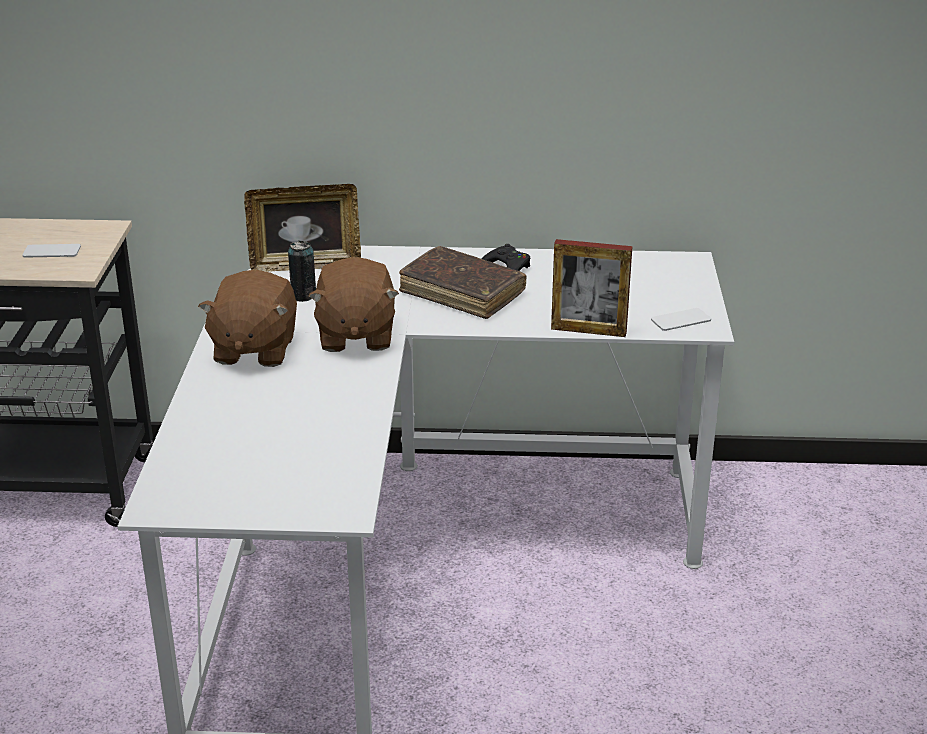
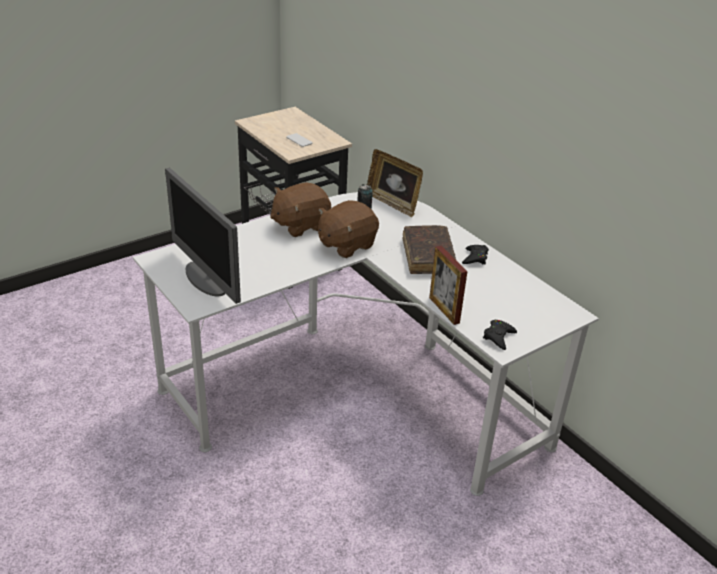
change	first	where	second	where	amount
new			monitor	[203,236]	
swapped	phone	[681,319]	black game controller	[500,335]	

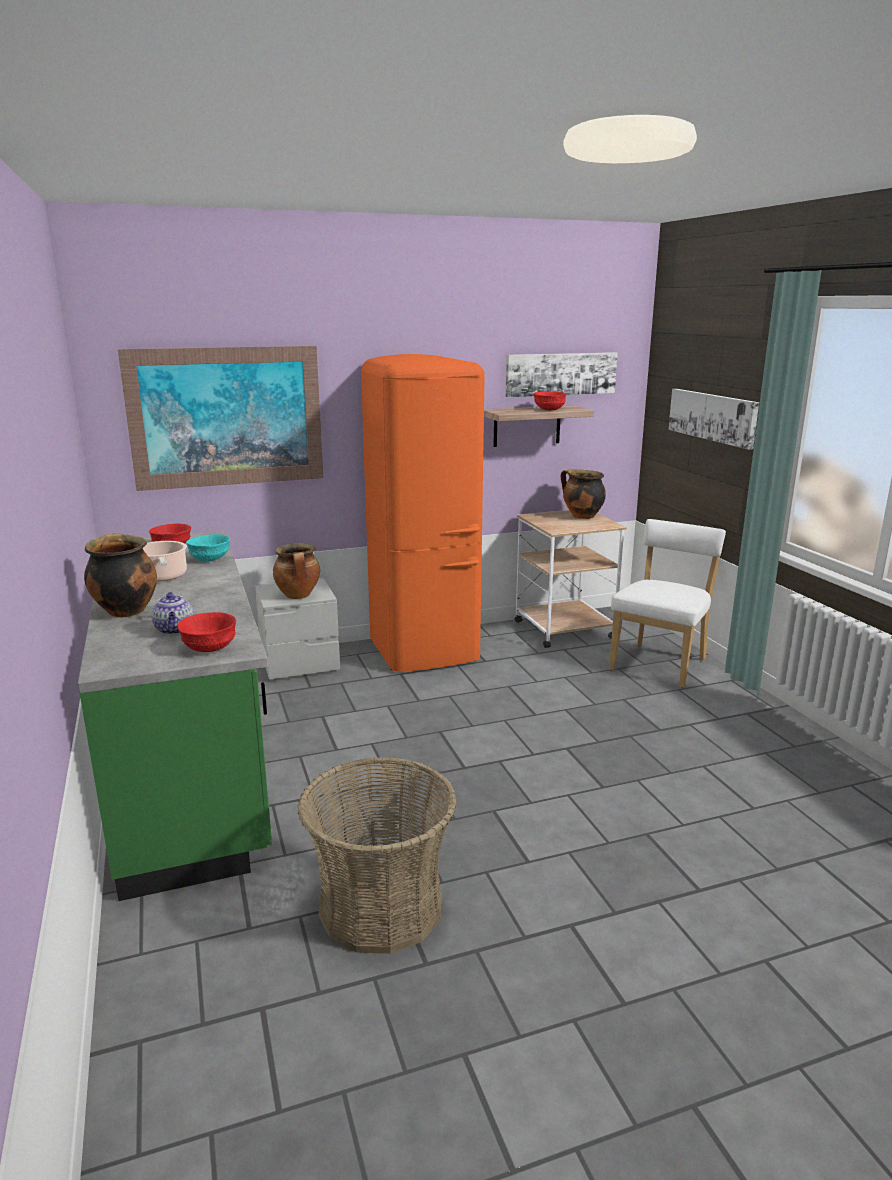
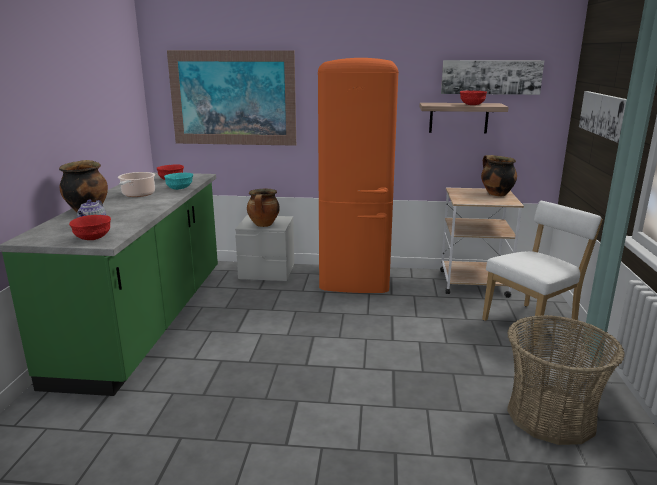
change	first	where	second	where	amount
shifted	basket	[377,855]		[566,380]	

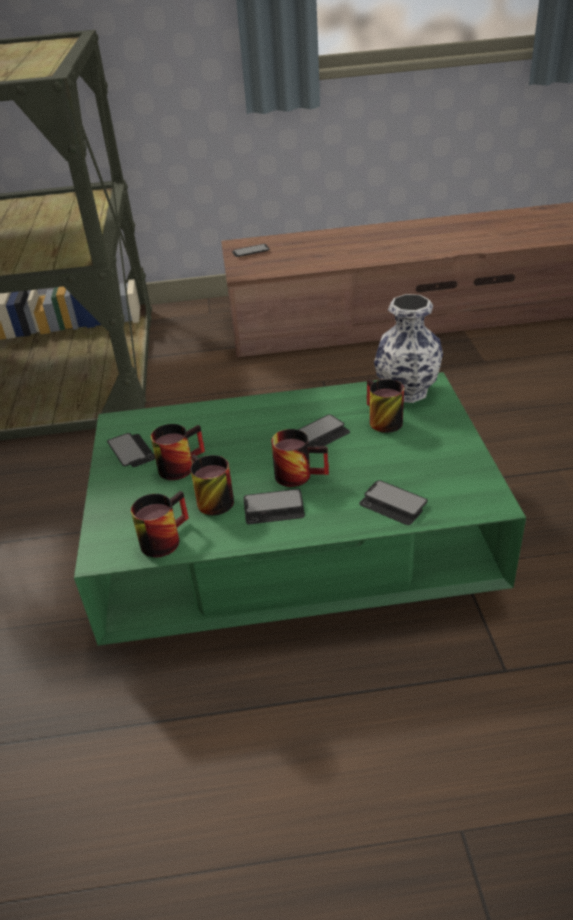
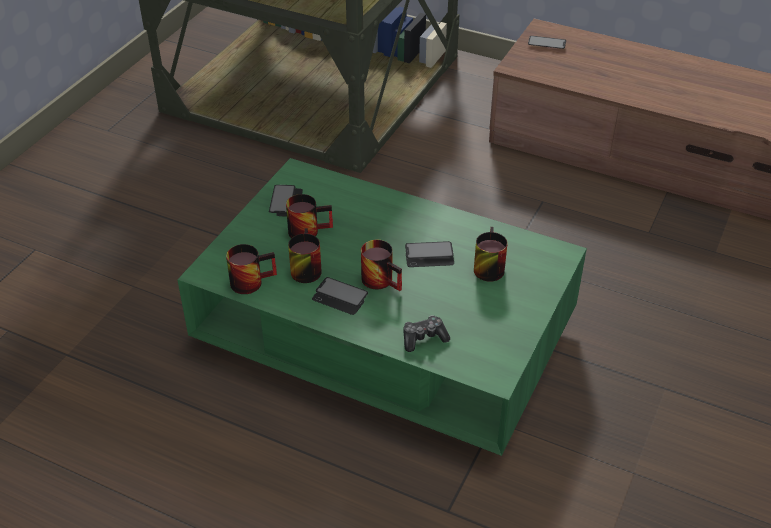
change	first	where	second	where	amount
gone	vase	[408,348]			
swapped	phone	[393,502]	game controller	[427,333]	

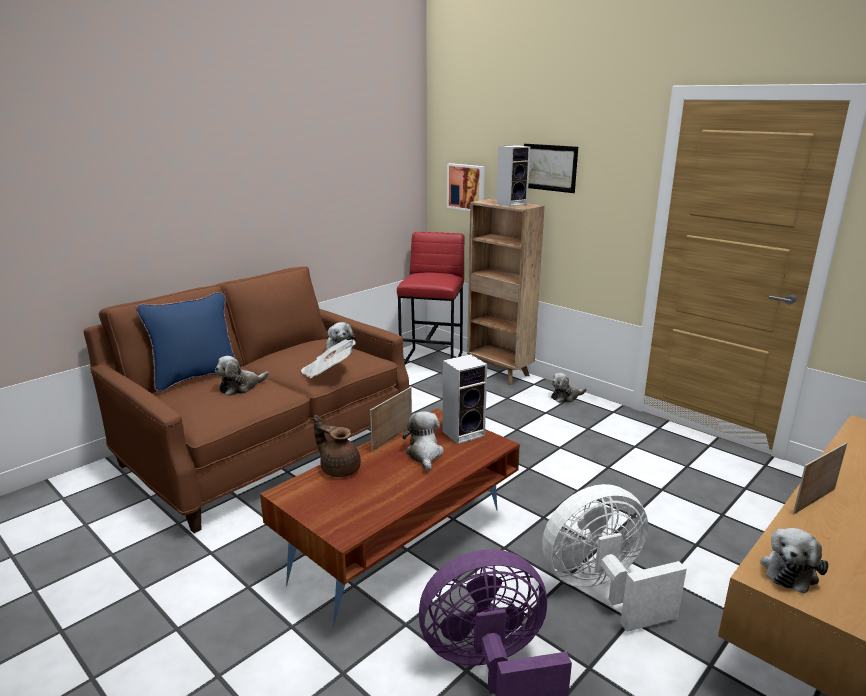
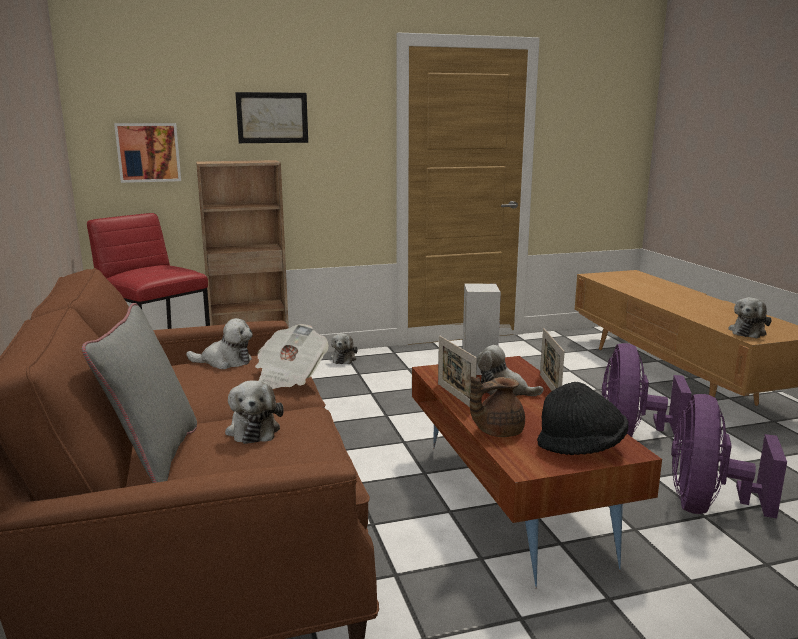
change	first	where	second	where	amount
gone	speaker	[513,176]			
new			black hat	[582,418]	
shifted	picture frame	[820,478]		[552,359]	
repainted	blue pillow	[188,342]	grey pillow	[139,393]	
repainted	white fan	[614,558]	purple fan	[647,391]	
rotated	plush toy	[794,560]		[750,318]	60 degrees clockwise

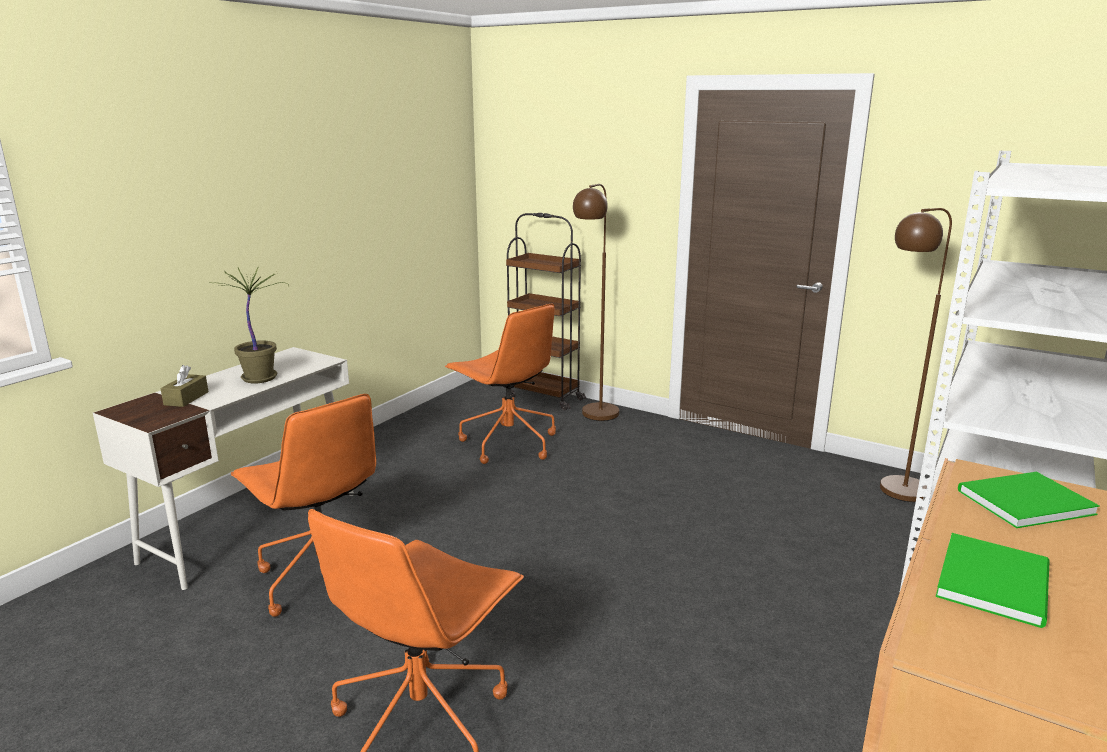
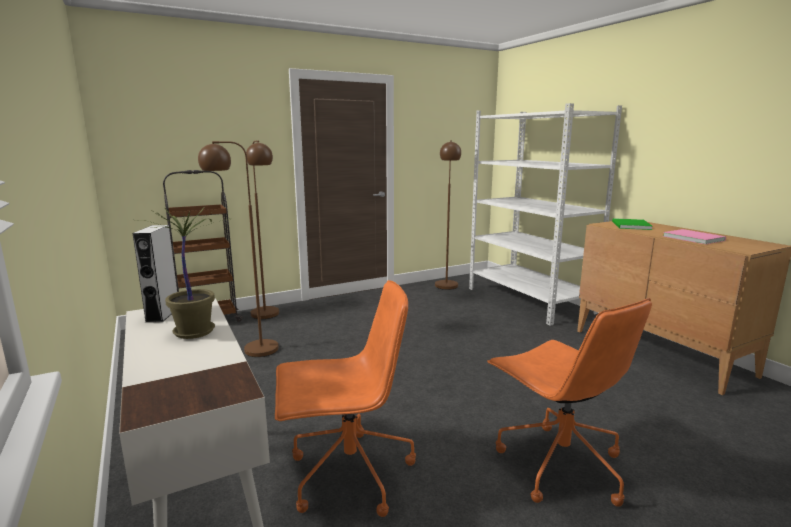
change	first	where	second	where	amount
gone	brown tissue box	[184,386]			
new			grey speaker	[154,274]	
swapped	orange office chair	[500,384]	brown floor lamp	[238,249]	
repainted	green book	[993,580]	pink book	[694,236]	

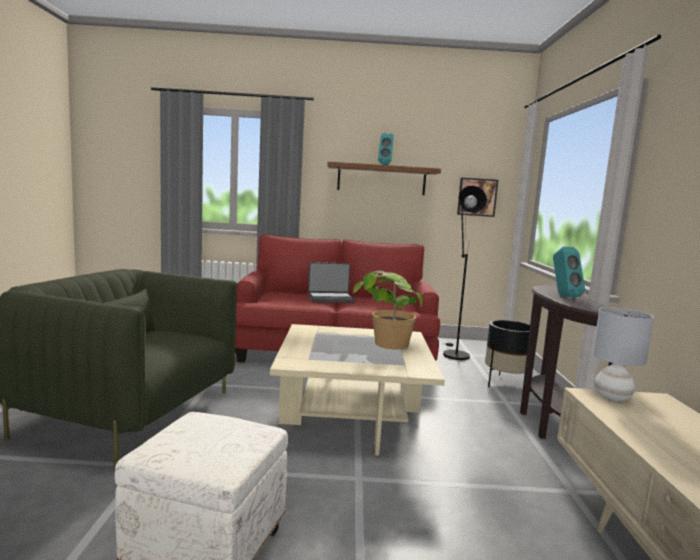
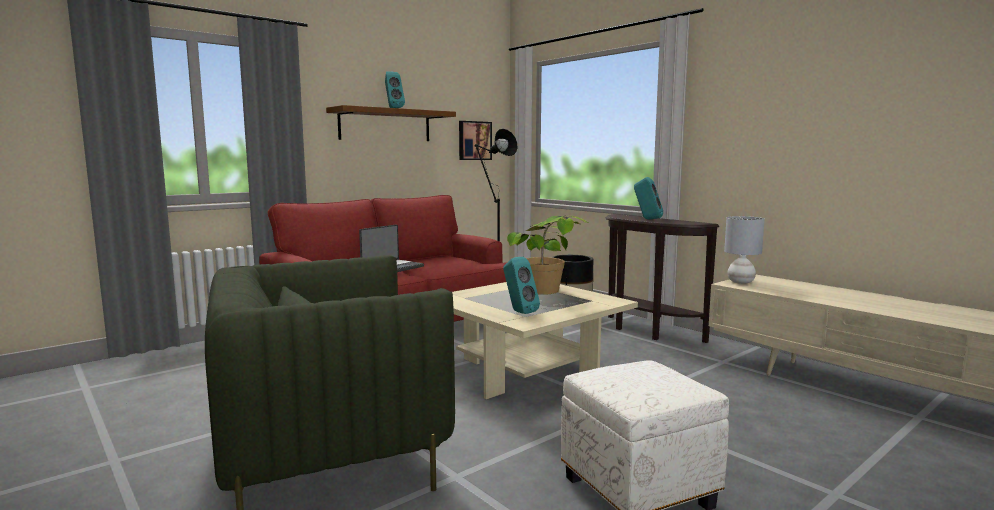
change	first	where	second	where	amount
new			turquoise speaker	[521,285]	

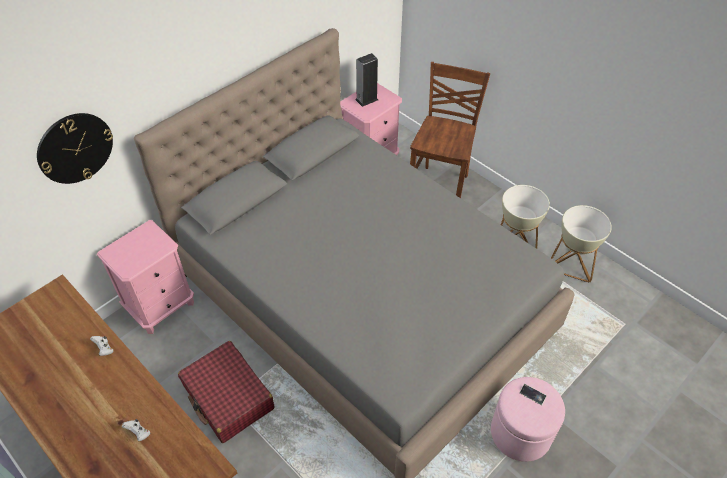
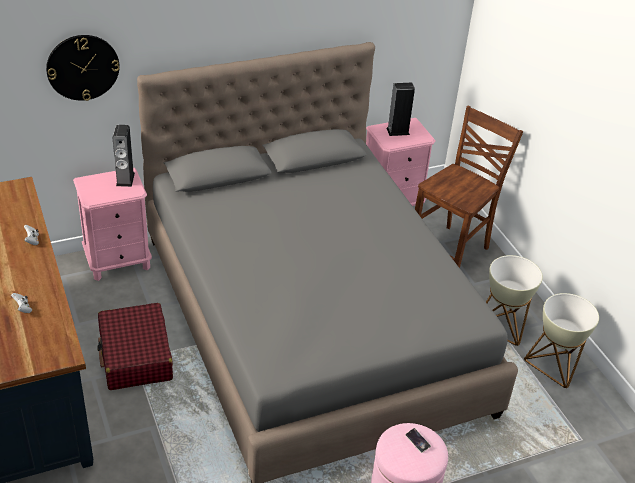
change	first	where	second	where	amount
new			speaker	[124,156]	

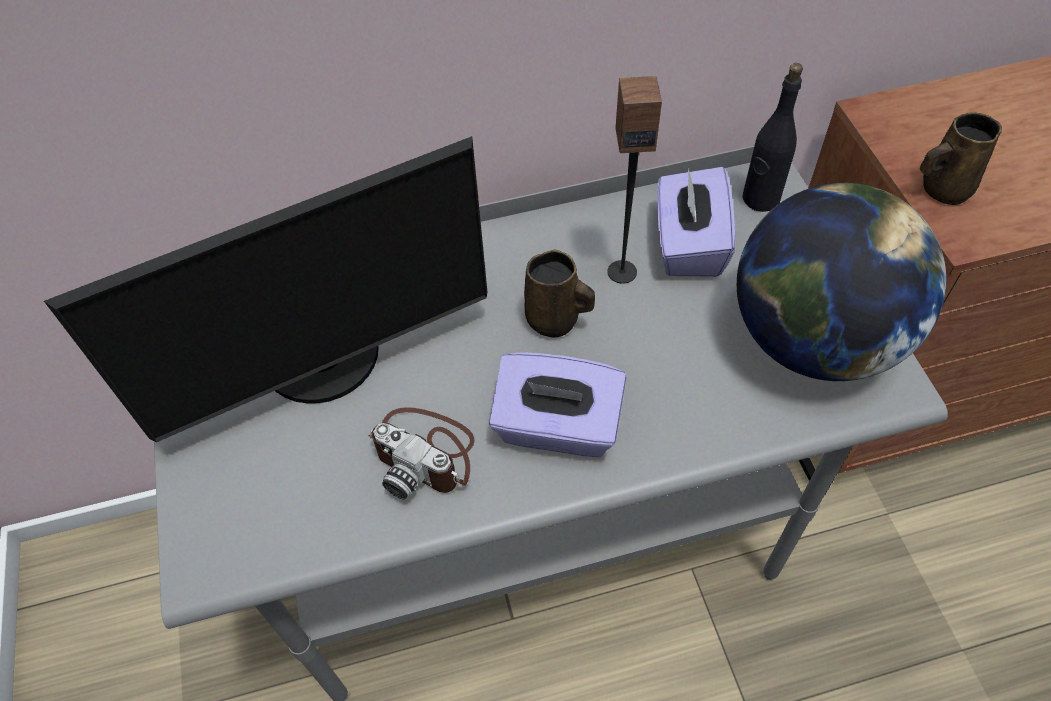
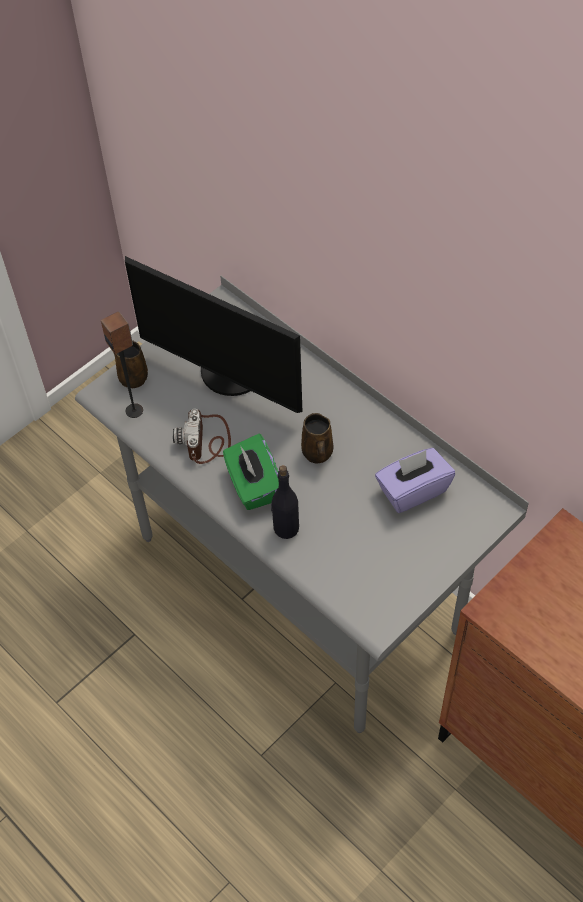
change	first	where	second	where	amount
gone	globe	[841,282]			
shifted	speaker	[634,179]		[122,365]	
shifted	black bottle	[773,137]		[285,502]	
shifted	brown mug	[961,158]		[131,364]	
repainted	purple tissue box	[557,404]	green tissue box	[251,472]	

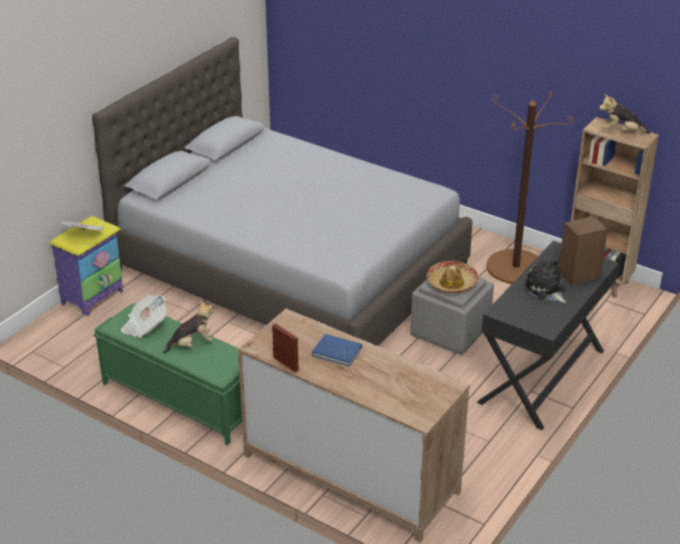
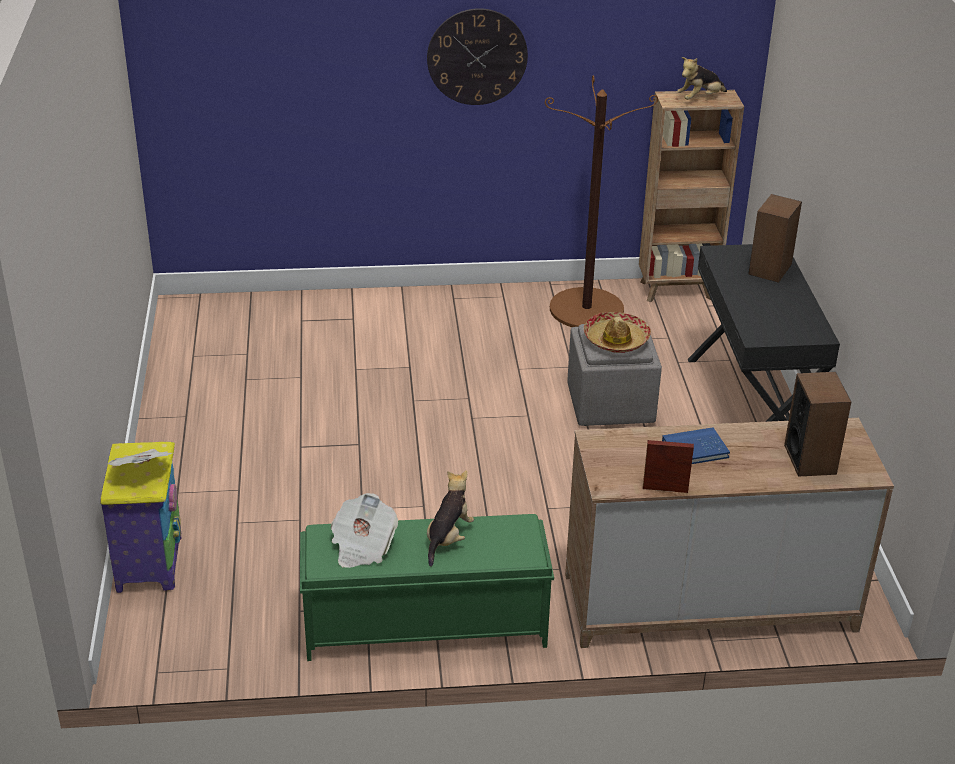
change	first	where	second	where	amount
gone	grey bed	[282,191]			
gone	plush toy	[545,280]			
new			wall clock	[477,56]	
new			speaker	[817,424]	

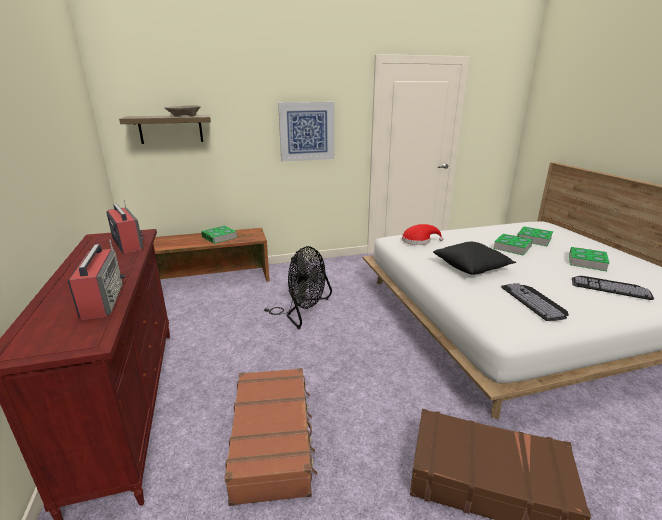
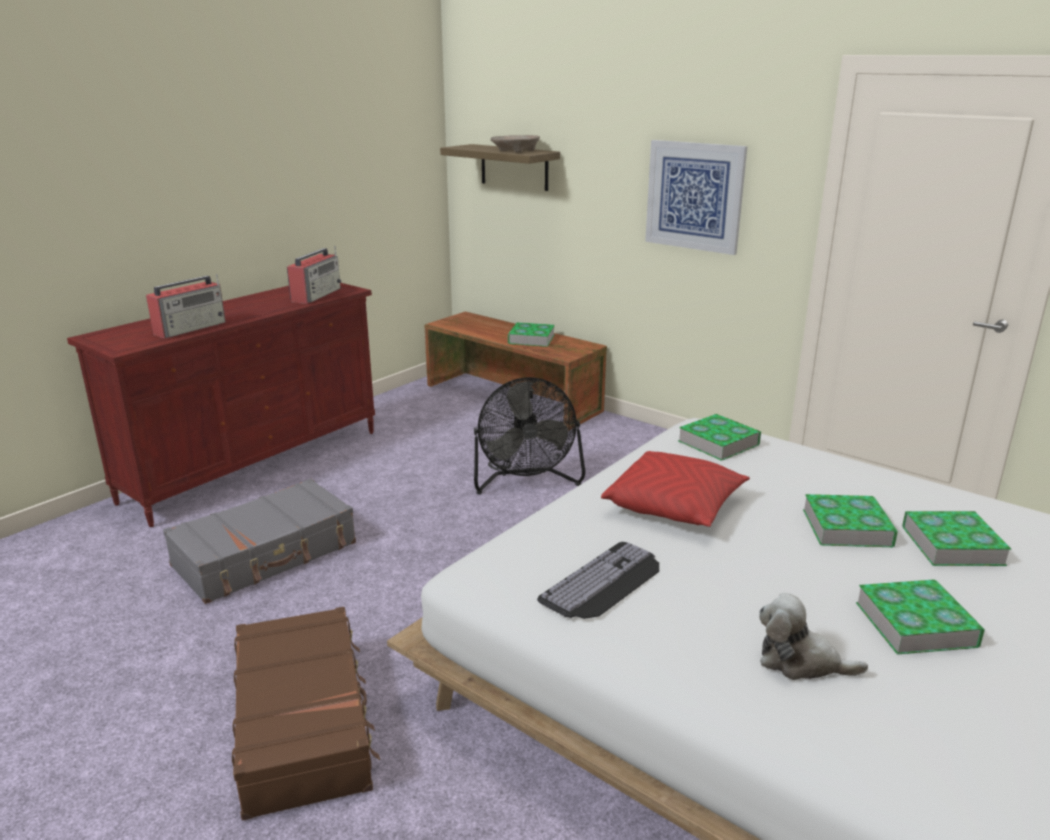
change	first	where	second	where	amount
swapped	red hat	[422,234]	book	[719,437]	
swapped	keyboard	[613,288]	plush toy	[813,636]	
repainted	brown suitcase	[271,437]	grey suitcase	[259,541]	
repainted	black pillow	[474,258]	red pillow	[675,489]	

